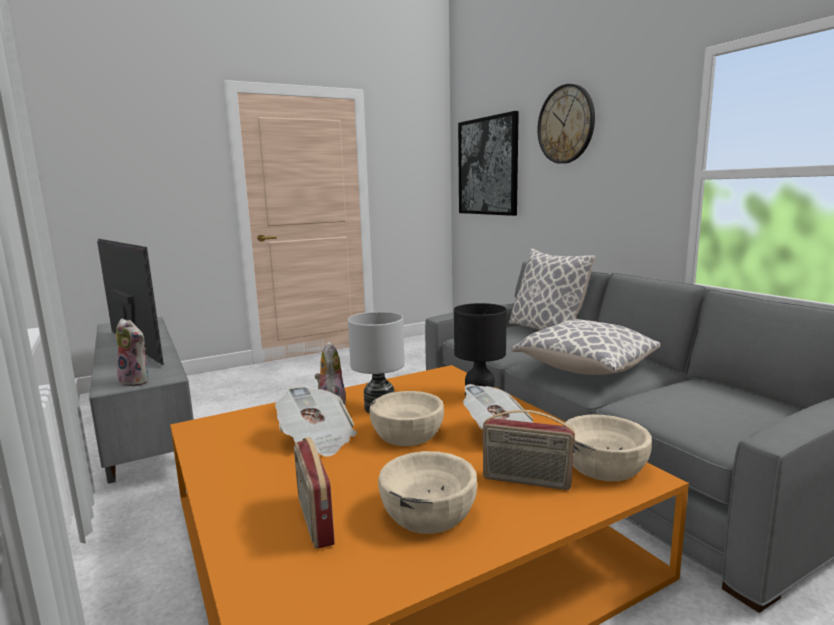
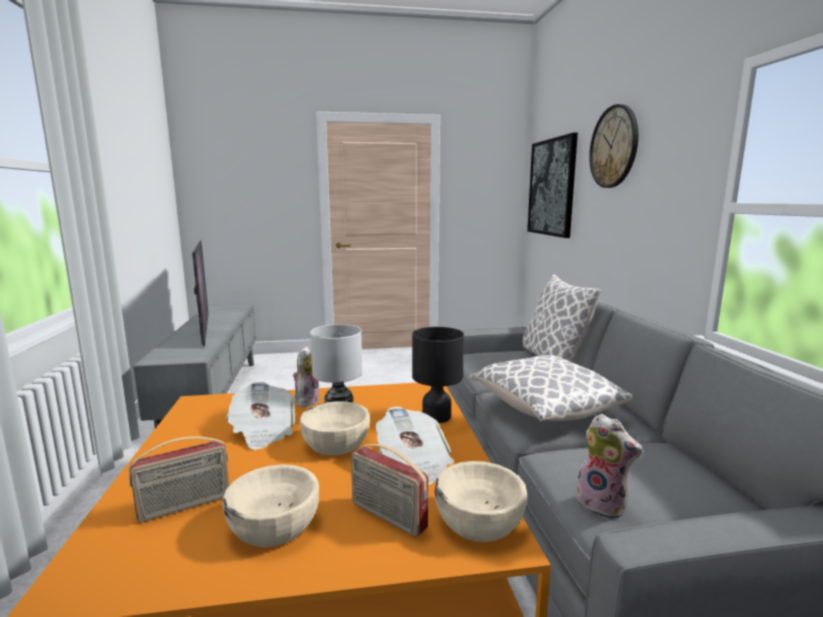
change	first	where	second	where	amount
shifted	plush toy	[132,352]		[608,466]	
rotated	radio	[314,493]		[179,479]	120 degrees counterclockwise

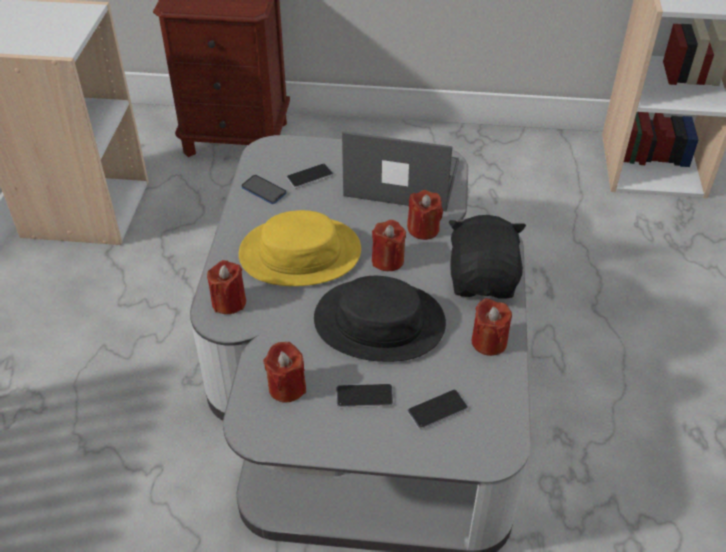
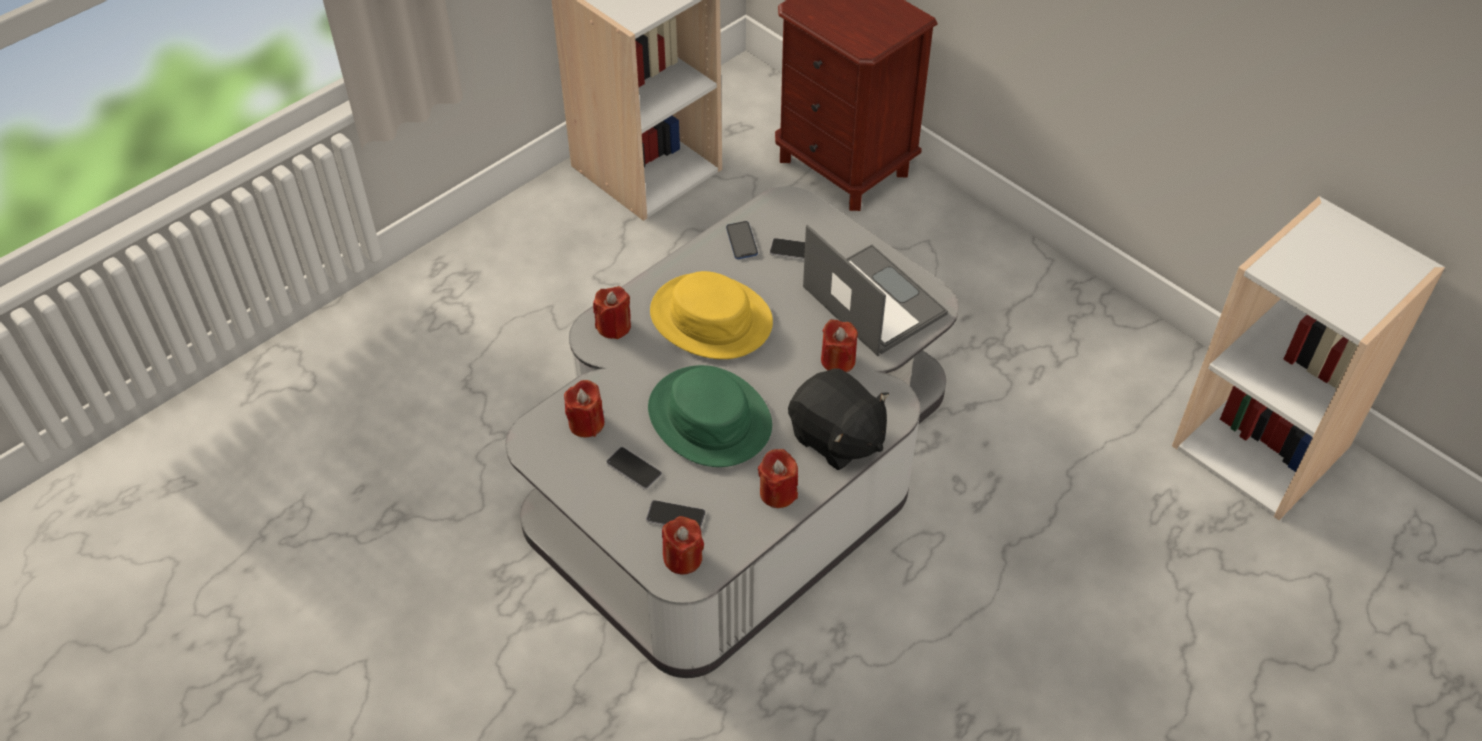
change	first	where	second	where	amount
shifted	red candle	[389,245]		[683,545]	
repainted	black hat	[380,319]	green hat	[710,416]	
rotated	black plush toy	[487,257]		[838,419]	90 degrees clockwise

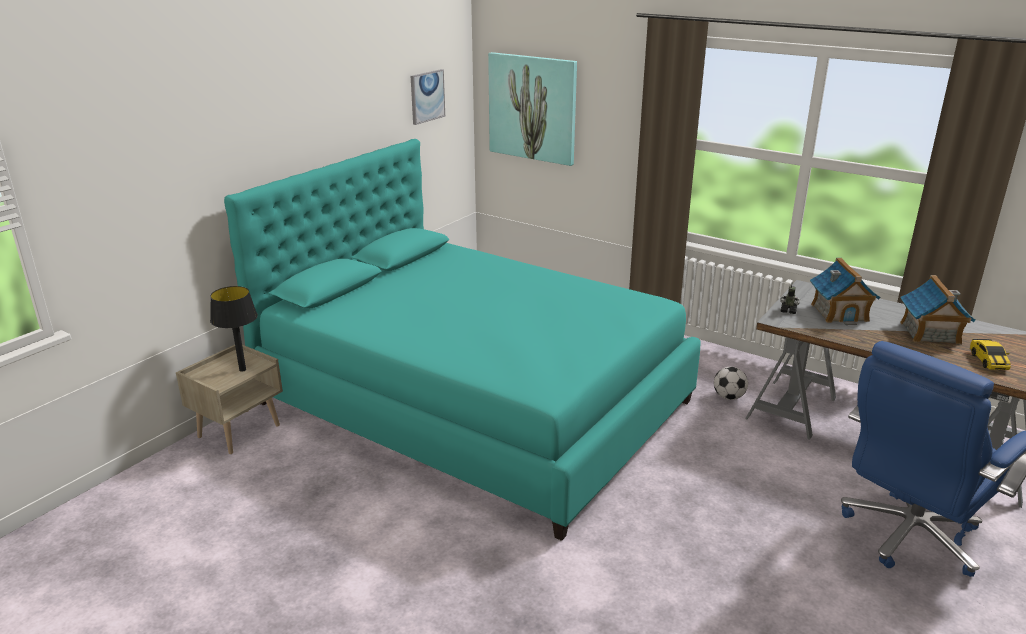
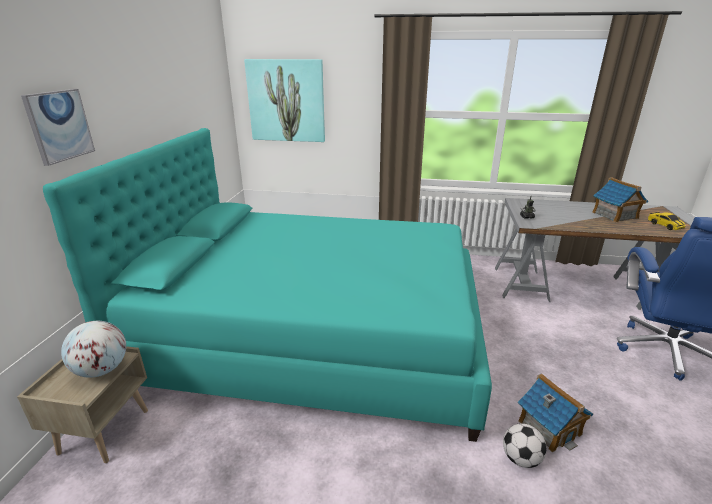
change	first	where	second	where	amount
shifted	picture	[428,97]		[58,127]	
shifted	football	[731,383]		[525,445]	
shifted	toy house	[845,291]		[555,412]	
swapped	black table lamp	[234,329]	globe	[93,349]	

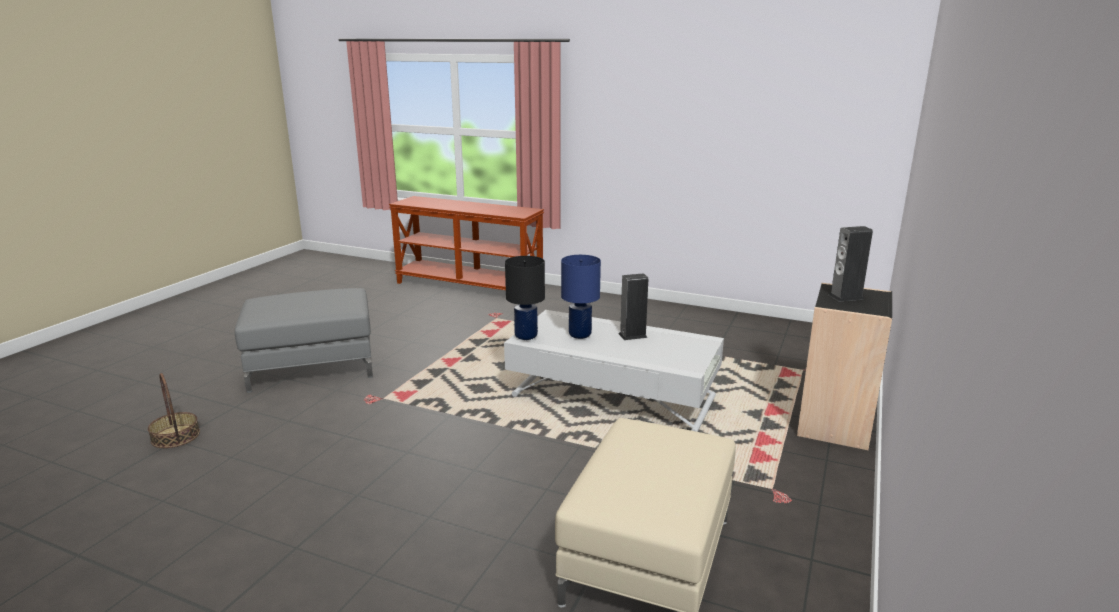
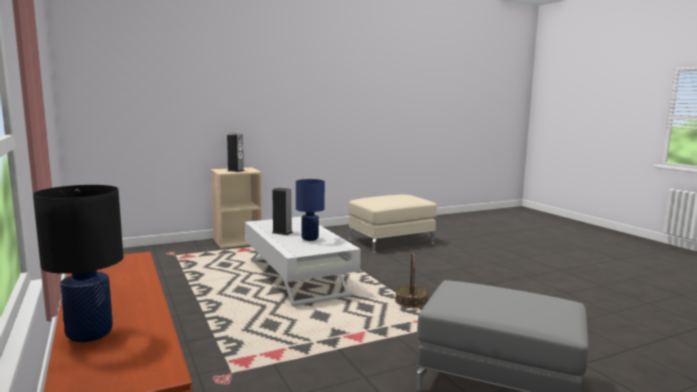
change	first	where	second	where	amount
shifted	basket	[174,410]		[411,280]	
shifted	black table lamp	[525,298]		[78,263]	
repainted	black bookcase	[844,366]	beige bookcase	[236,208]	

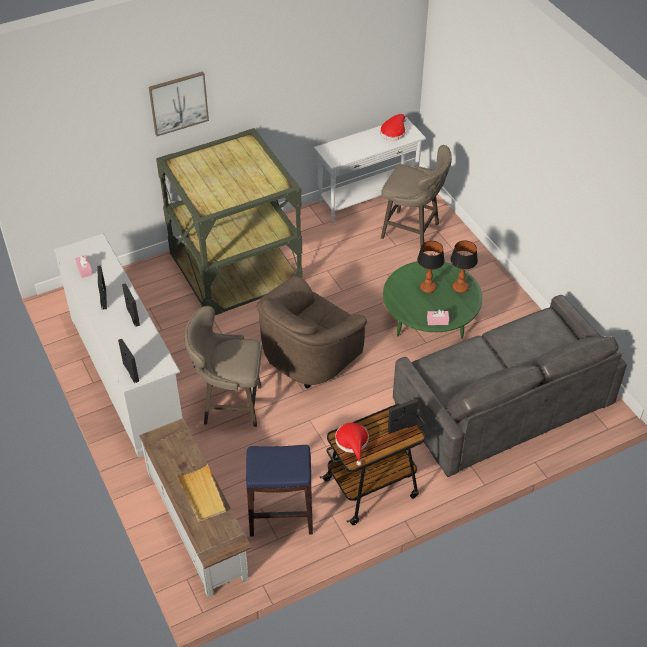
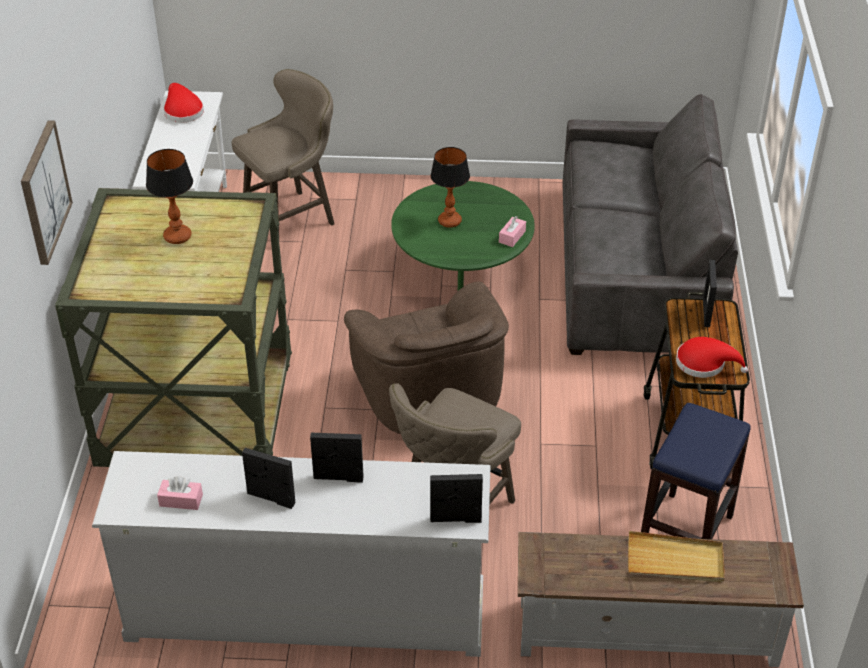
change	first	where	second	where	amount
shifted	table lamp	[464,266]		[169,196]	

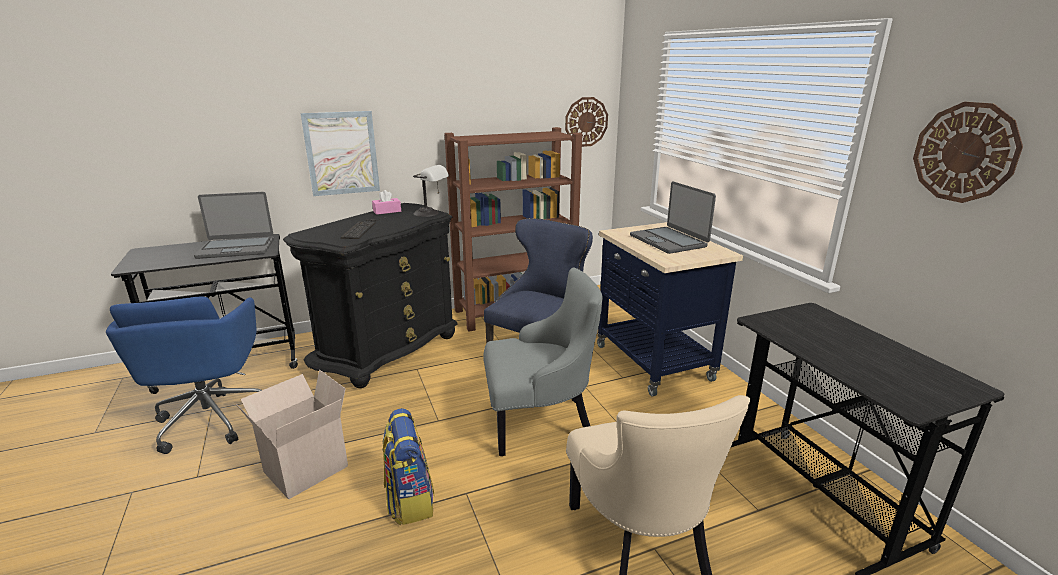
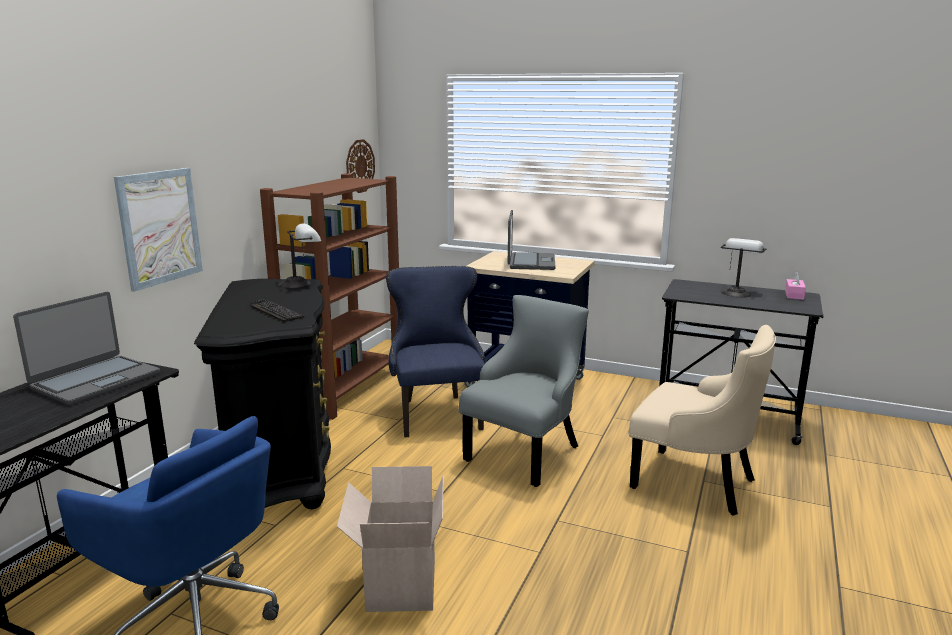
change	first	where	second	where	amount
gone	backpack	[408,466]			
gone	wall clock	[968,152]			
new			table lamp	[744,268]	
shifted	pink tissue box	[386,202]		[795,285]	
rotated	laptop	[673,217]		[532,240]	105 degrees counterclockwise

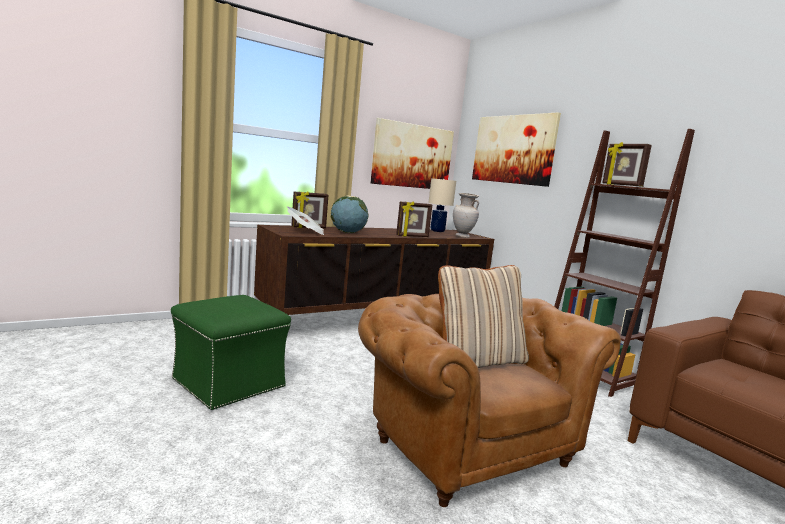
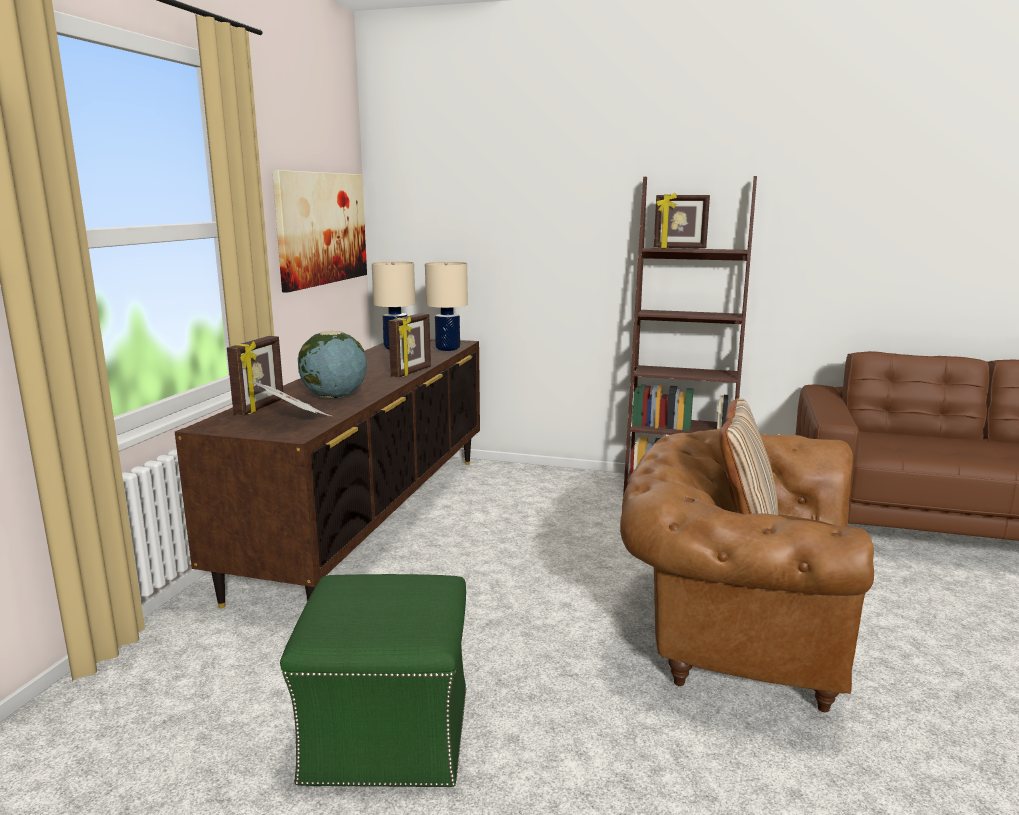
change	first	where	second	where	amount
gone	picture	[516,149]			
swapped	beige vase	[466,215]	beige table lamp	[446,306]	

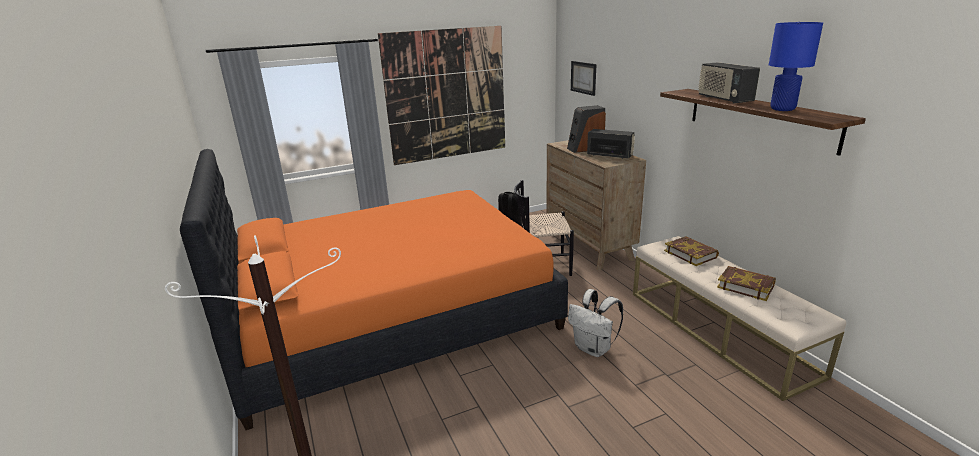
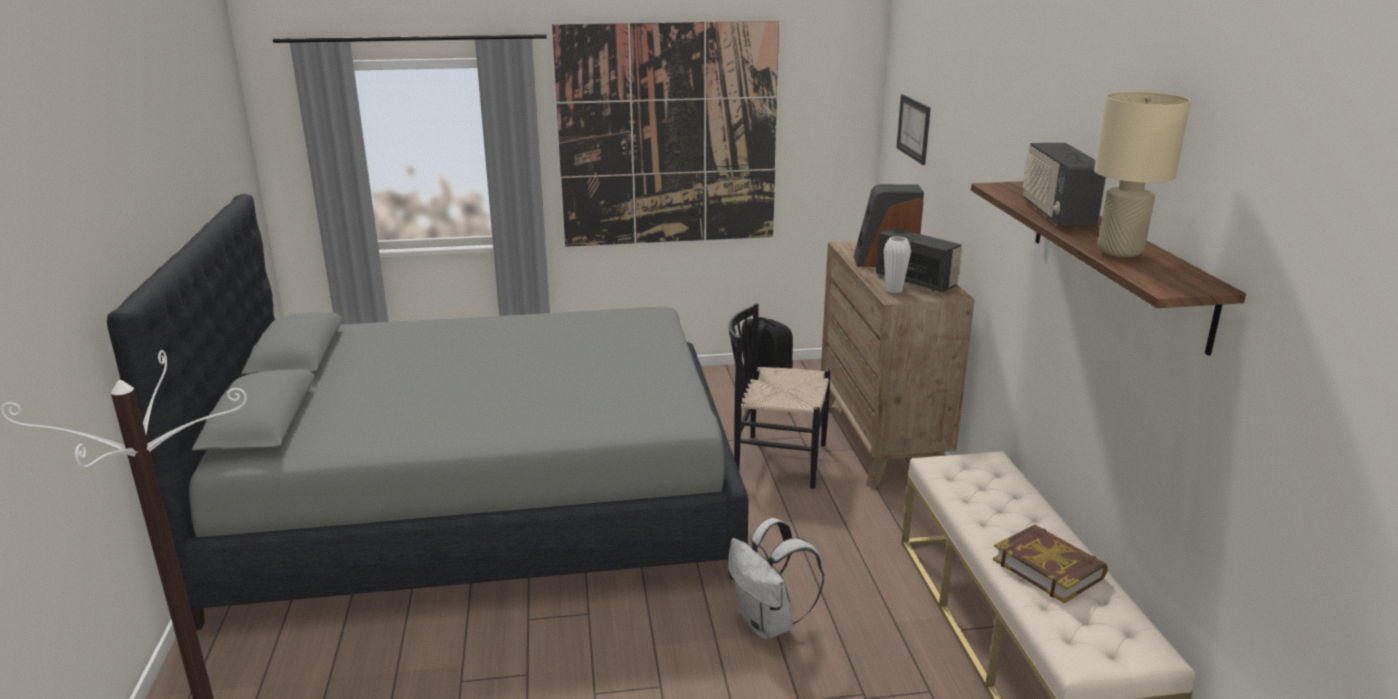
change	first	where	second	where	amount
gone	book	[691,251]			
new			white vase	[897,264]	
repainted	orange bed	[374,289]	grey bed	[427,412]	
repainted	blue table lamp	[796,66]	beige table lamp	[1142,174]	

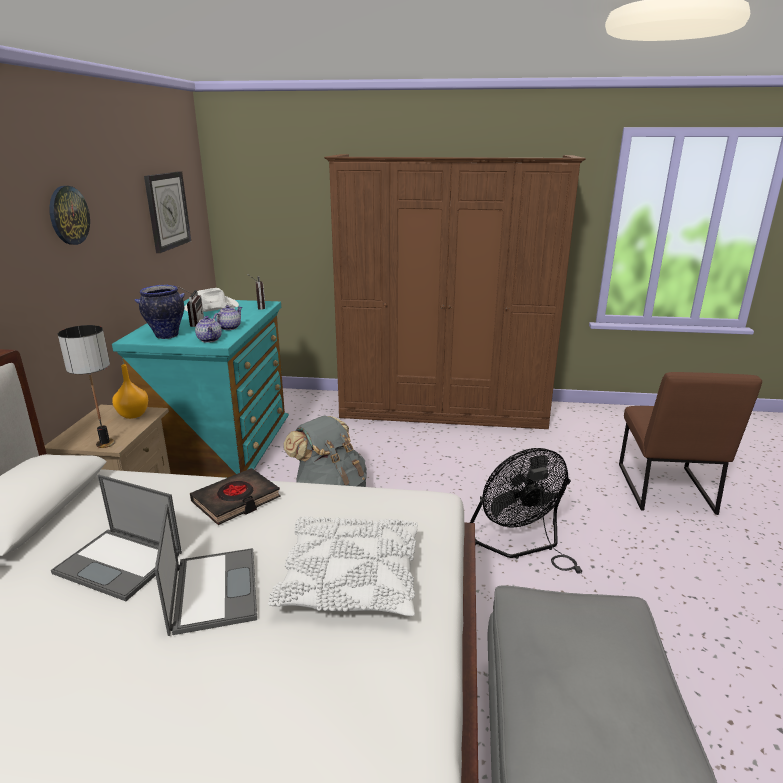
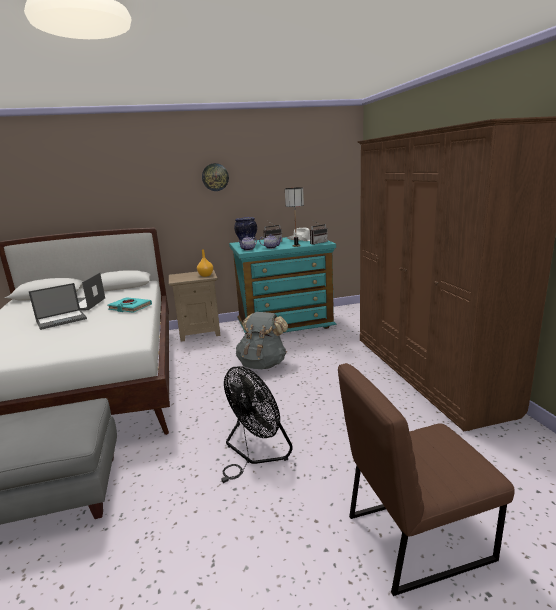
change	first	where	second	where	amount
gone	wall clock	[167,212]			
gone	white pillow	[343,566]			
shifted	table lamp	[86,386]		[294,217]	
repainted	black book	[235,496]	turquoise book	[129,305]	

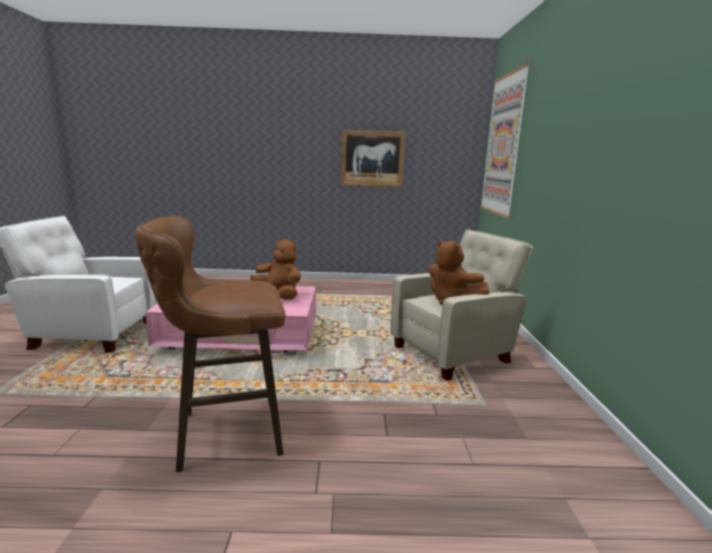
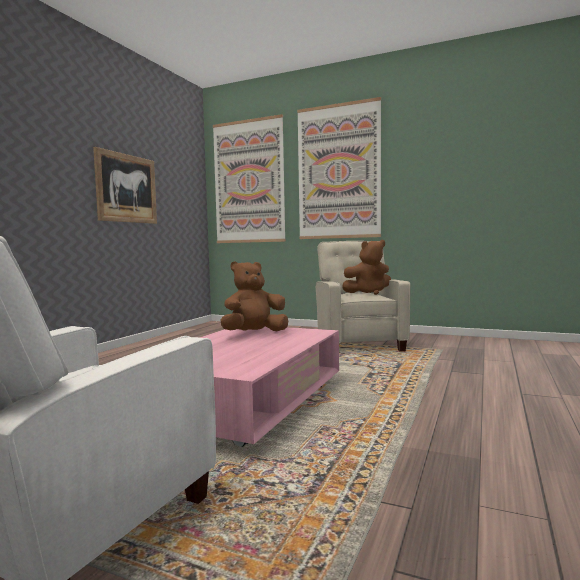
change	first	where	second	where	amount
gone	brown stool	[210,344]			
new			picture	[339,168]	

